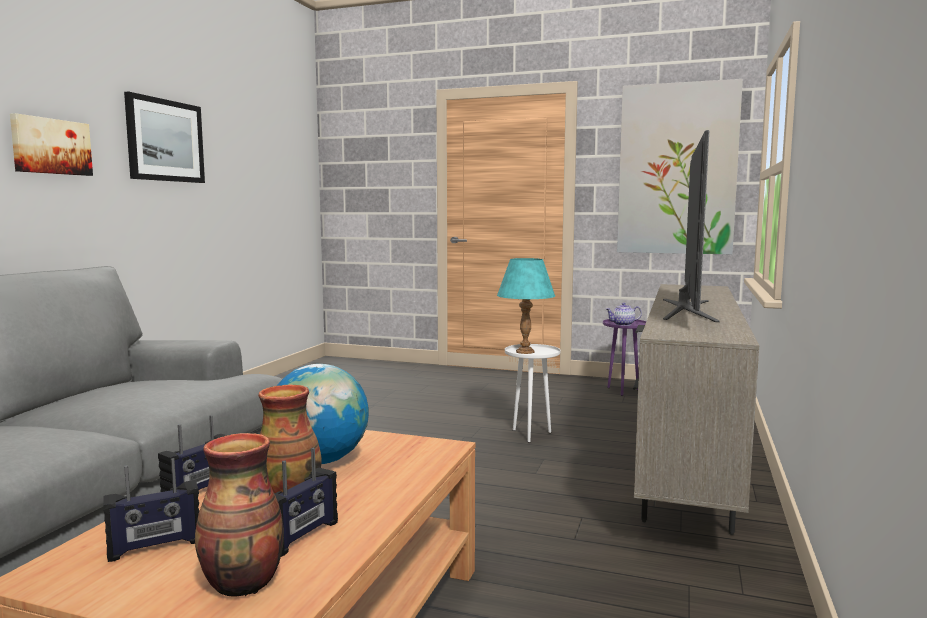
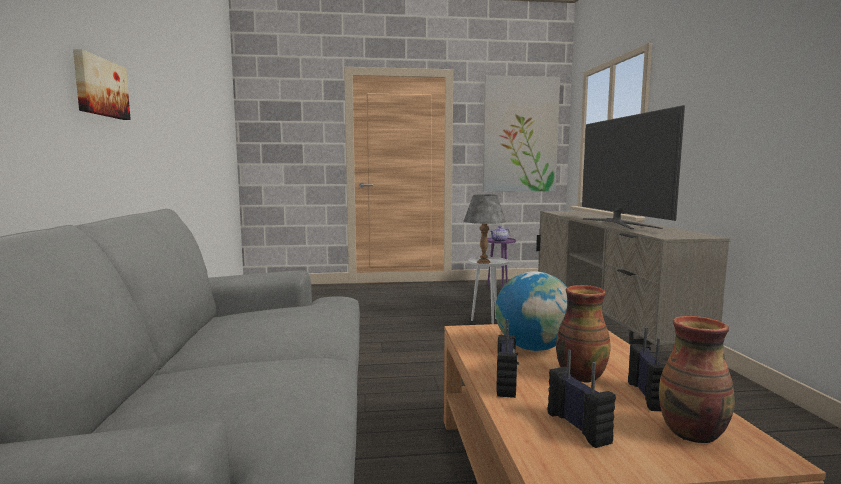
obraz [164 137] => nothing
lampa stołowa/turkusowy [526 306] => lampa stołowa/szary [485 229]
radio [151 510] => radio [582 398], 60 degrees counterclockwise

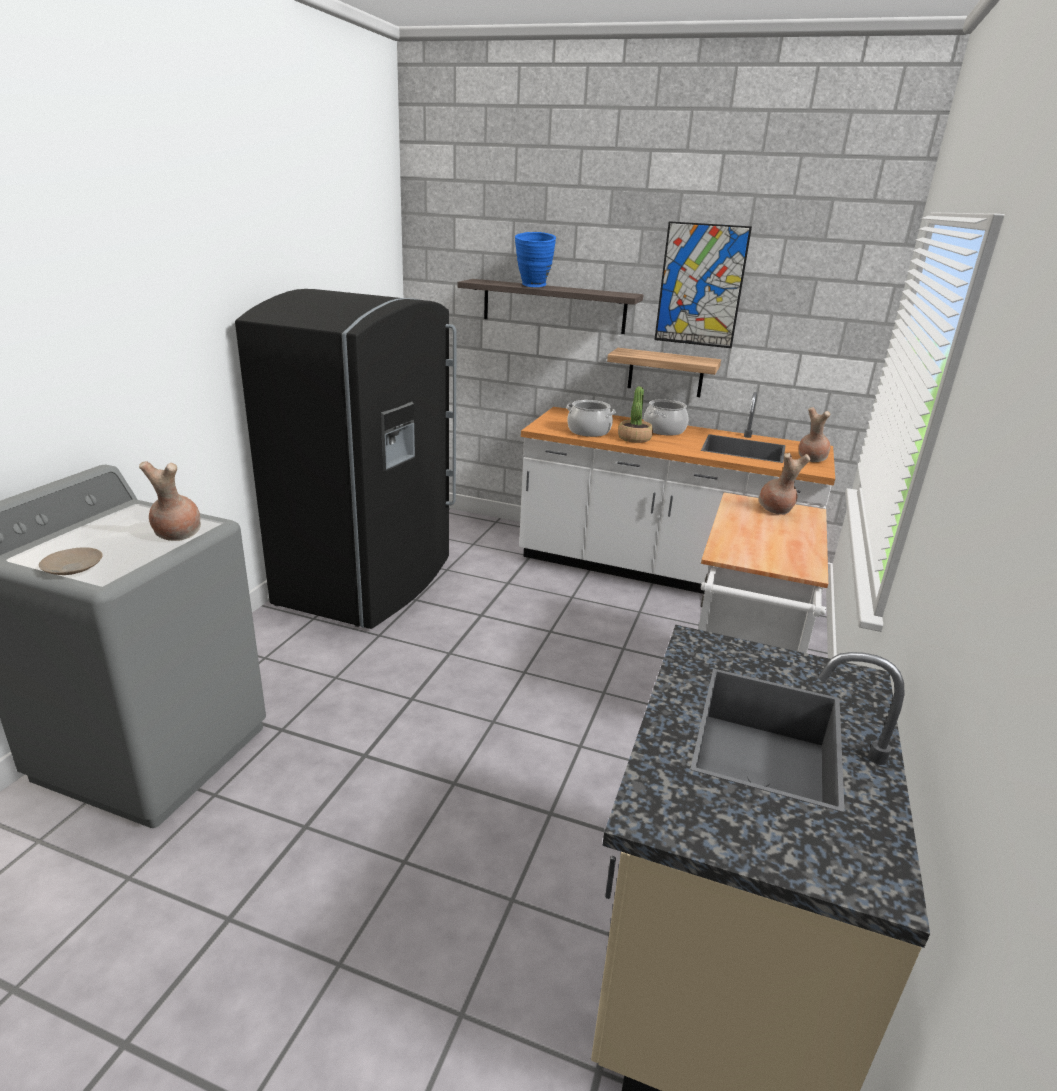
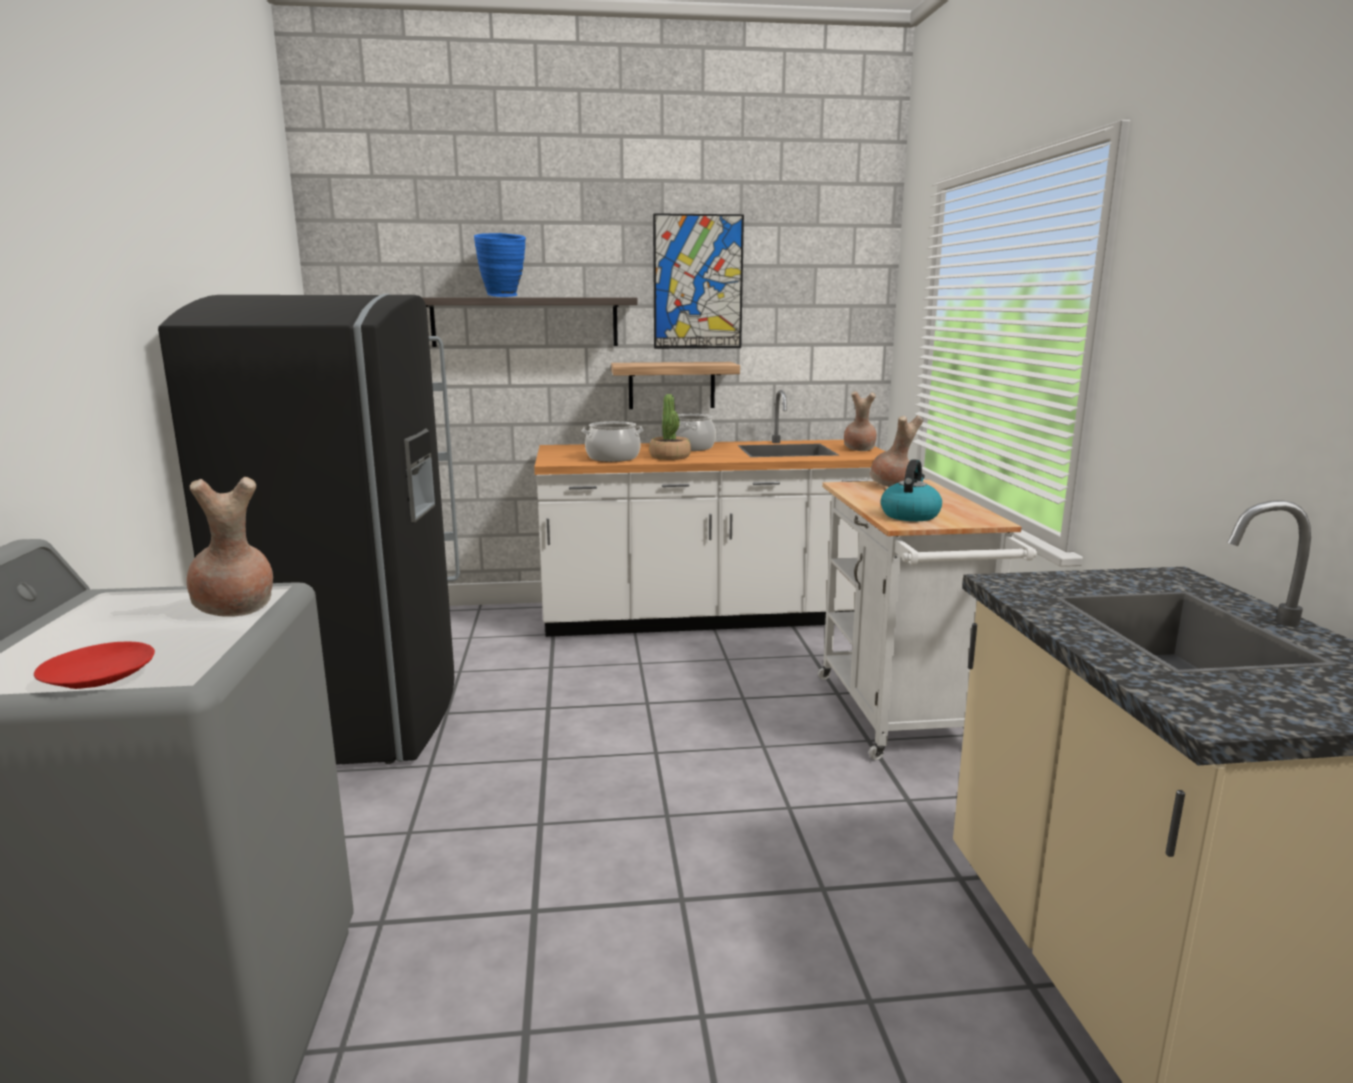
talerz/beżowy [71 561] => talerz/czerwony [94 665]
nothing => czajnik [911 490]

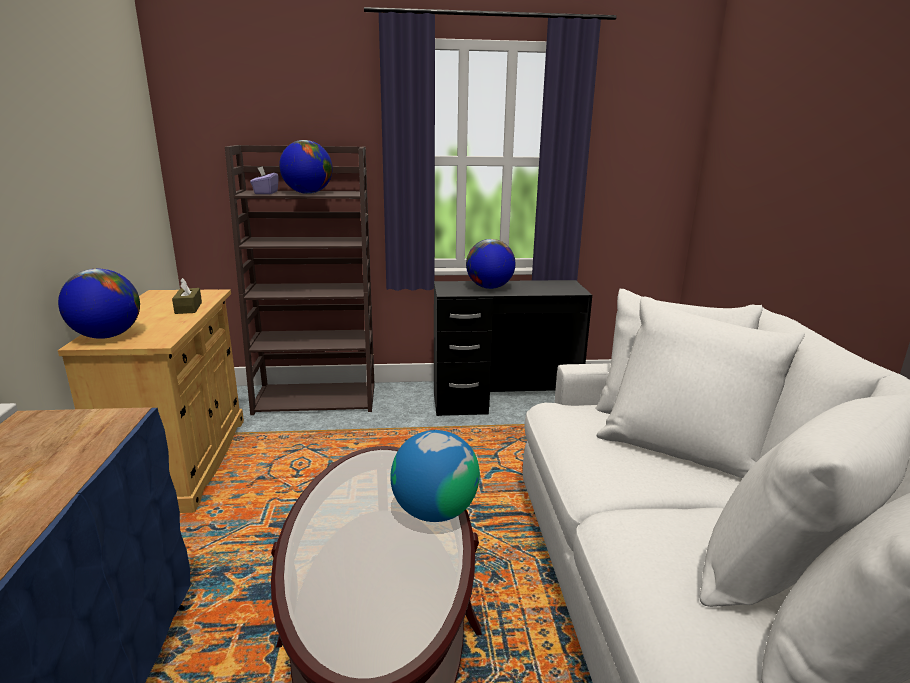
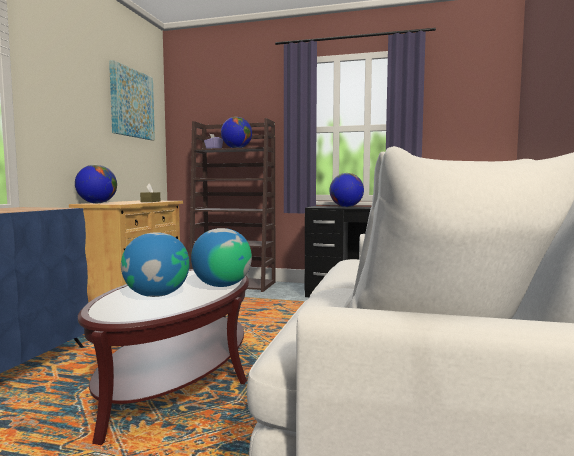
nothing => obraz [132 100]
nothing => globus [155 264]

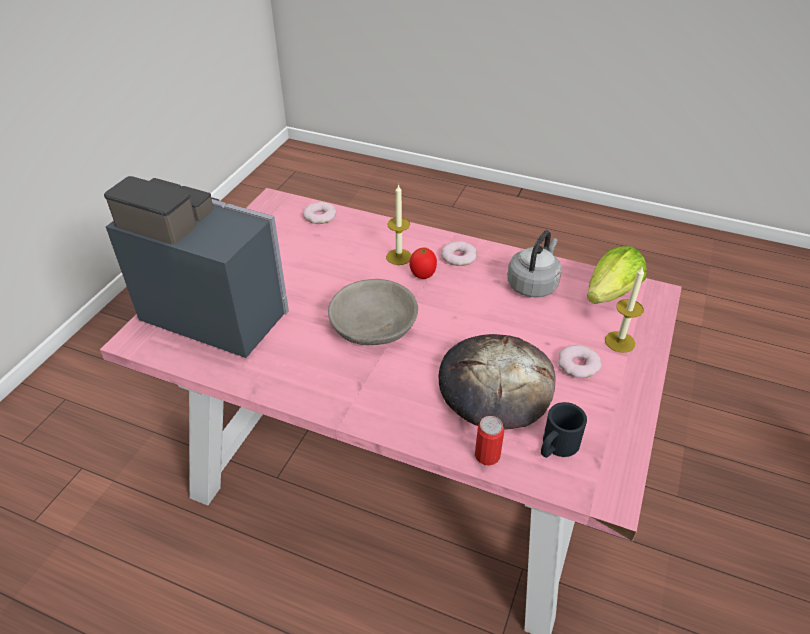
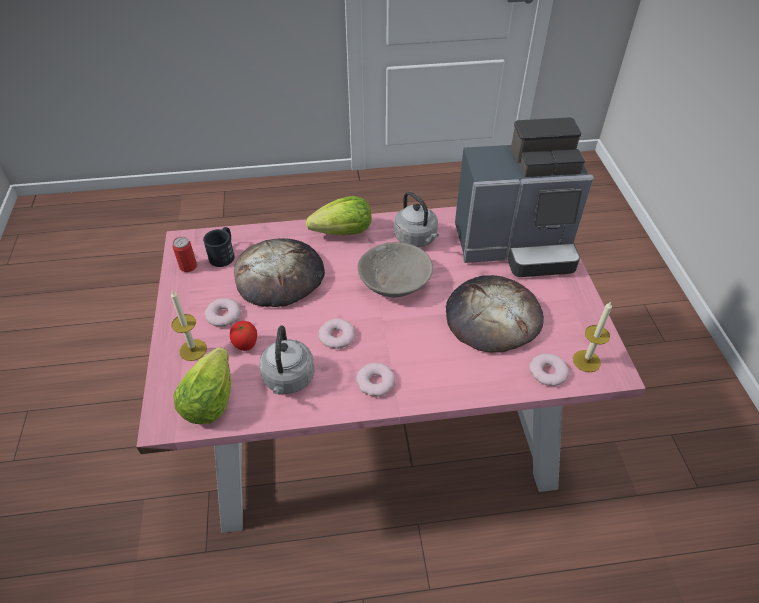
świeca [399 224] => świeca [592 337], moved
pomidor [423 263] => pomidor [243 336], moved
puszka [489 440] => puszka [184 254], moved
nothing => czajnik/szary [416 219]
nothing => sałata [339 215]
nothing => chleb [495 314]
nothing => donut [337 334]

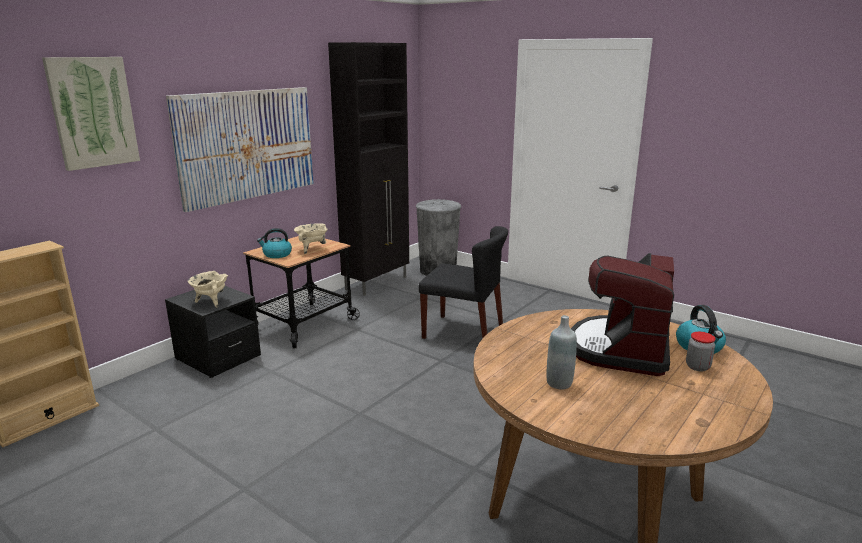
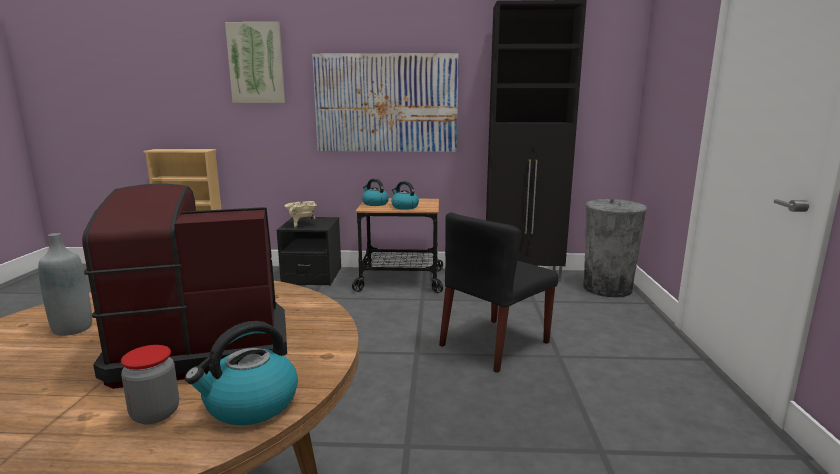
garnek/beżowy [311 238] => czajnik [405 195]
krzesło/czarny [463 282] => krzesło/czarny [498 292], 60 degrees clockwise

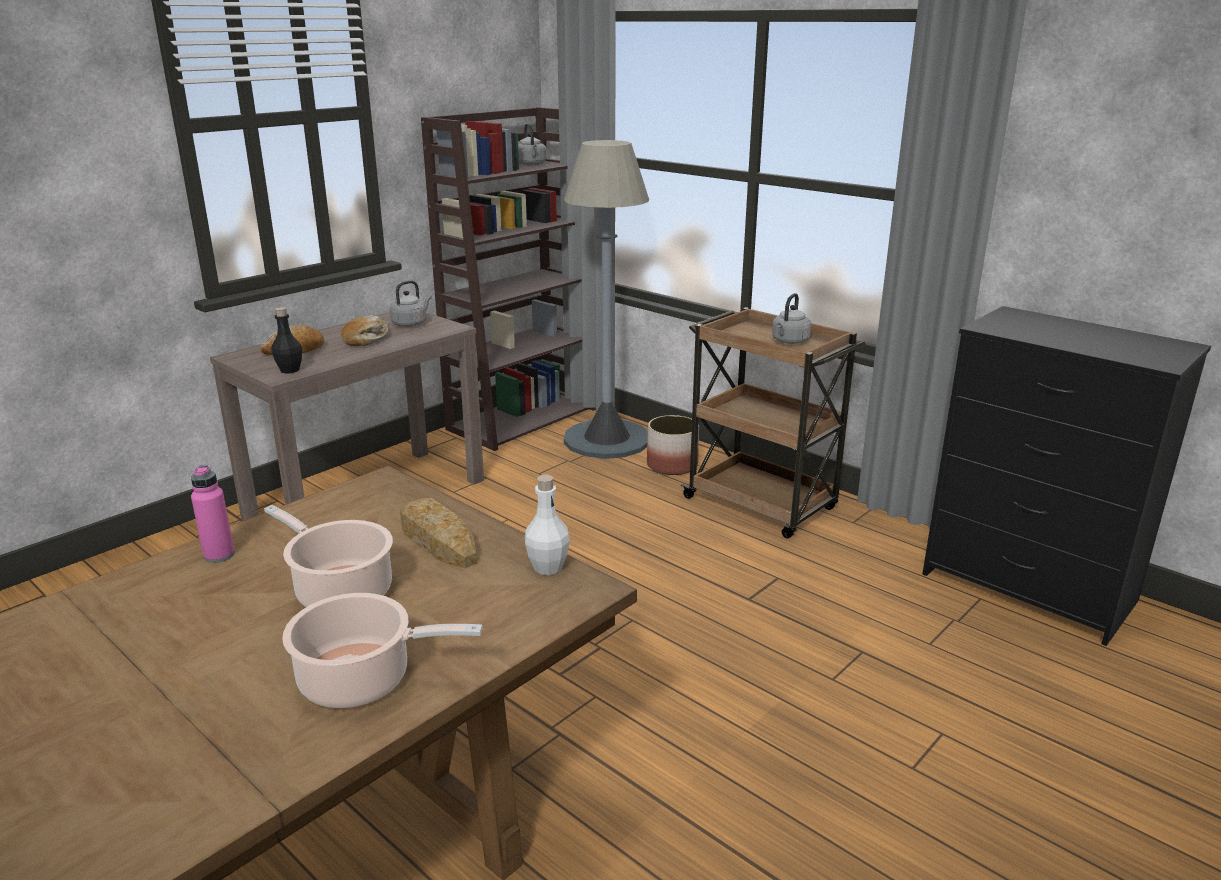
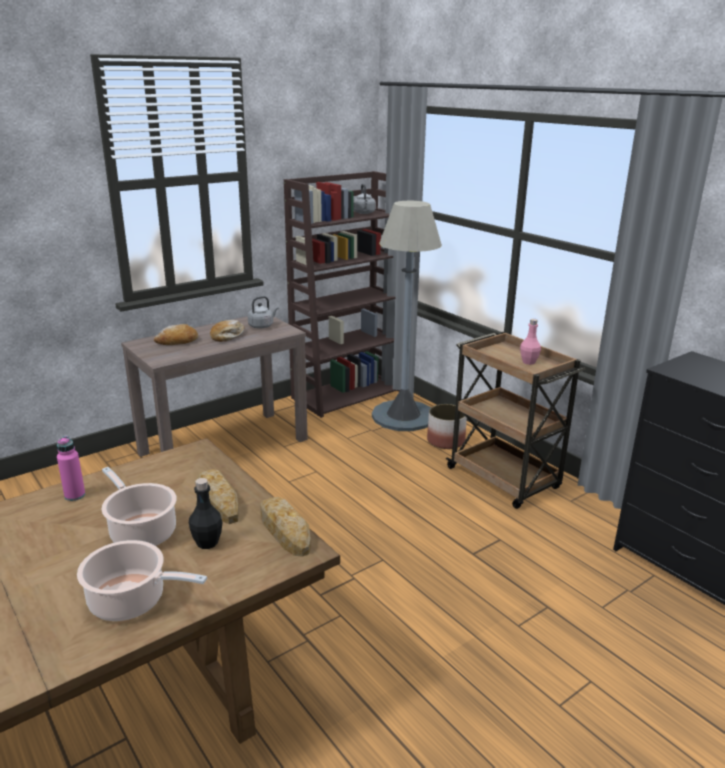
czajnik/szary [792 318] => butelka/różowy [530 342]
butelka/czarny [286 340] => butelka/czarny [205 513], moved
butelka/biały [547 525] => chleb [285 527]

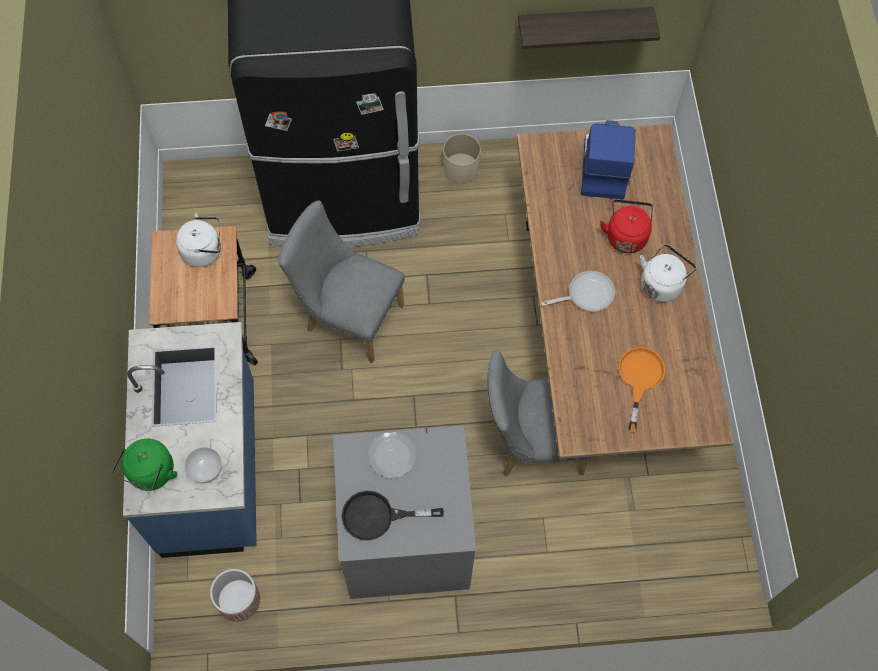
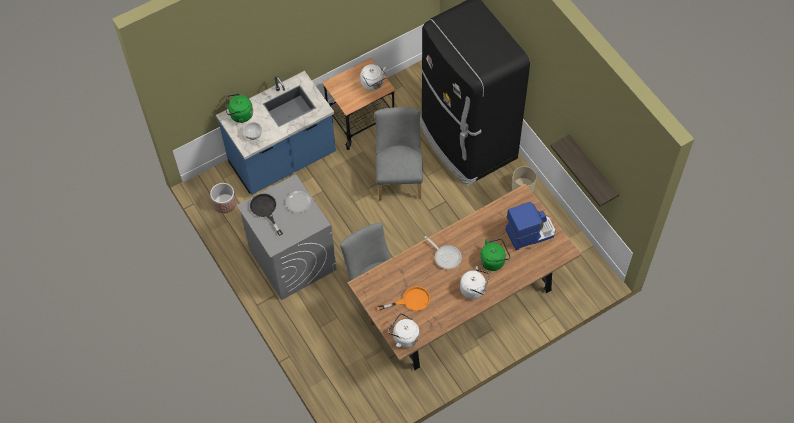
czajnik/czerwony [626 226] => czajnik/zielony [495 255]
nothing => czajnik/biały [403 330]

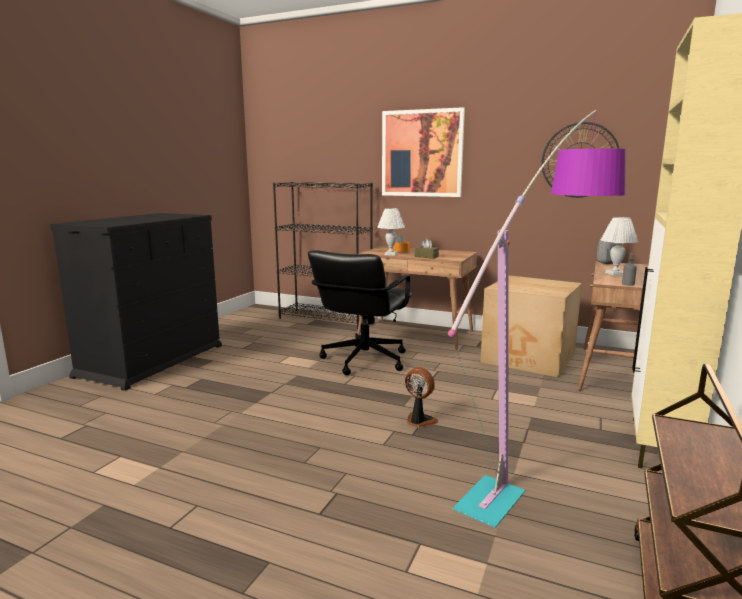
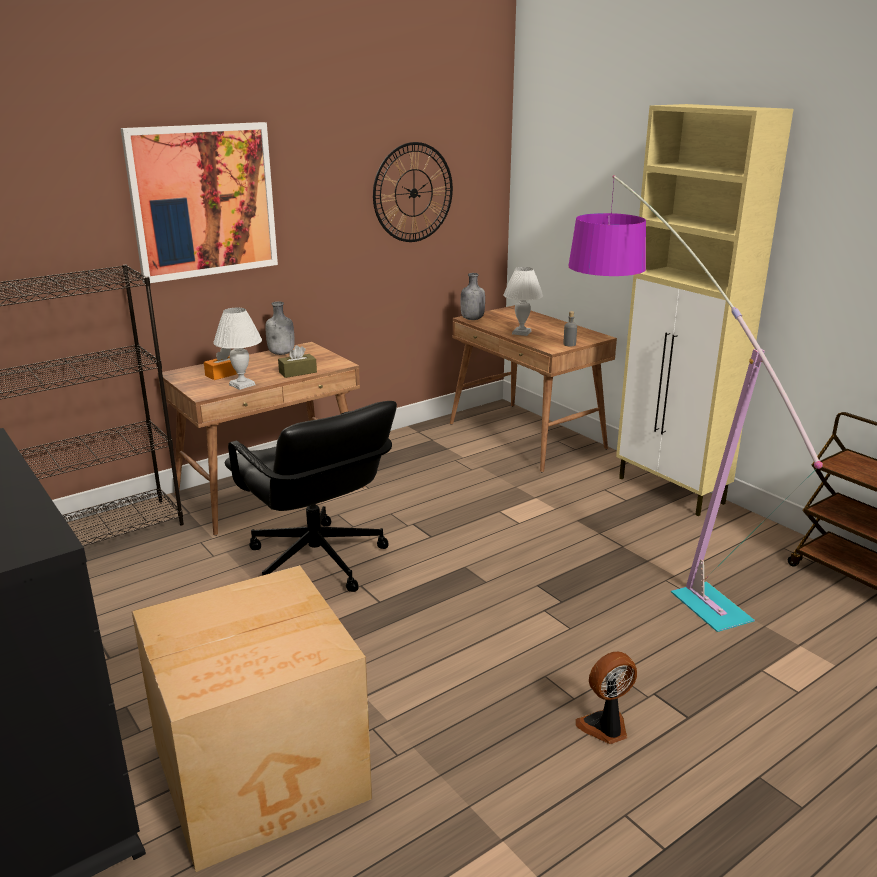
karton [531 326] => karton [252 718], moved
wentylator [421 397] => wentylator [606 698], moved
nothing => butelka/szary [279 328]

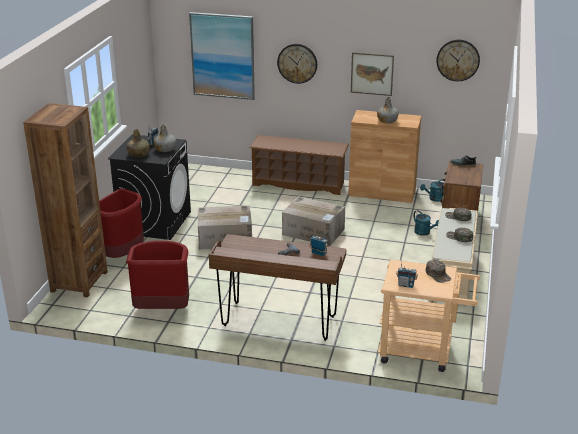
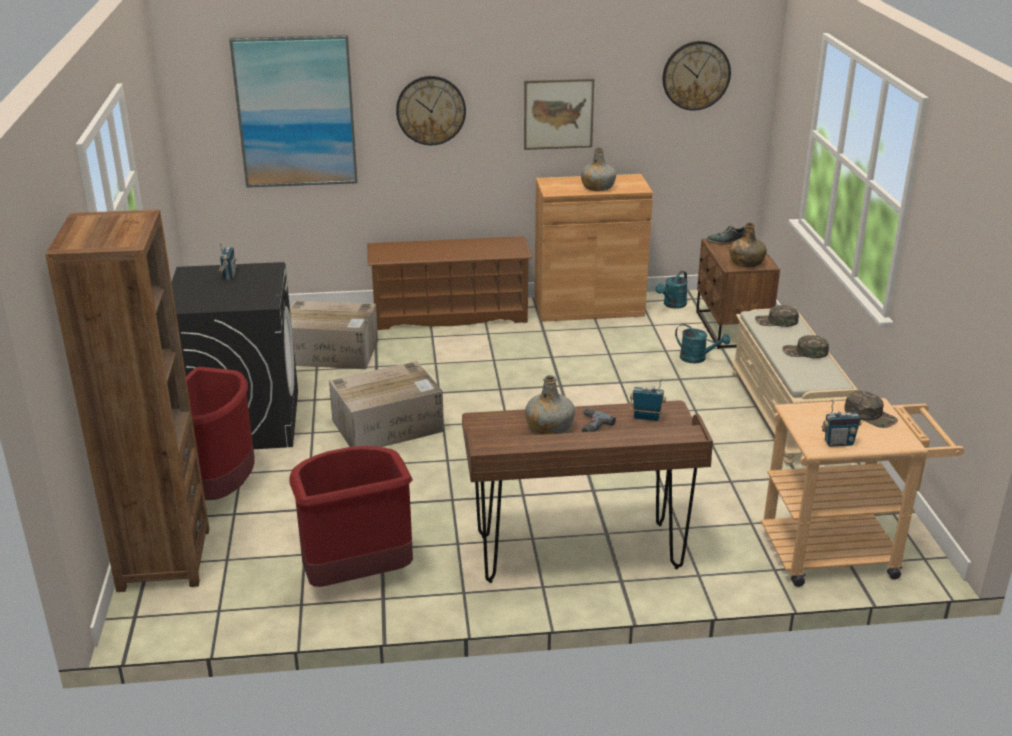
butelka/szary [164 138] => butelka/szary [550 405], moved
butelka/zielony [138 143] => butelka/zielony [748 245], moved
karton [313 221] => karton [334 334], moved

